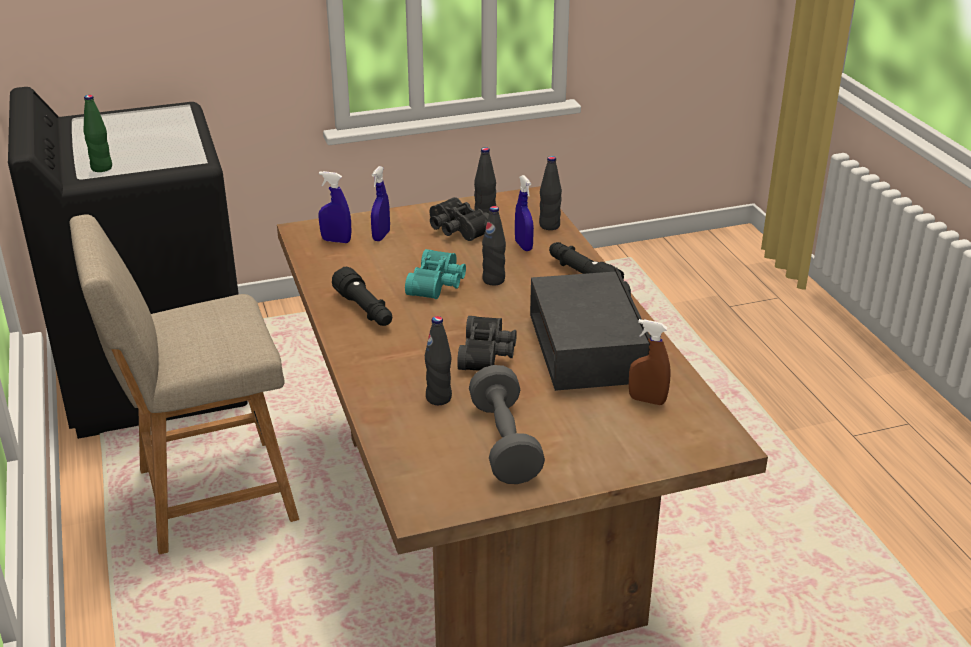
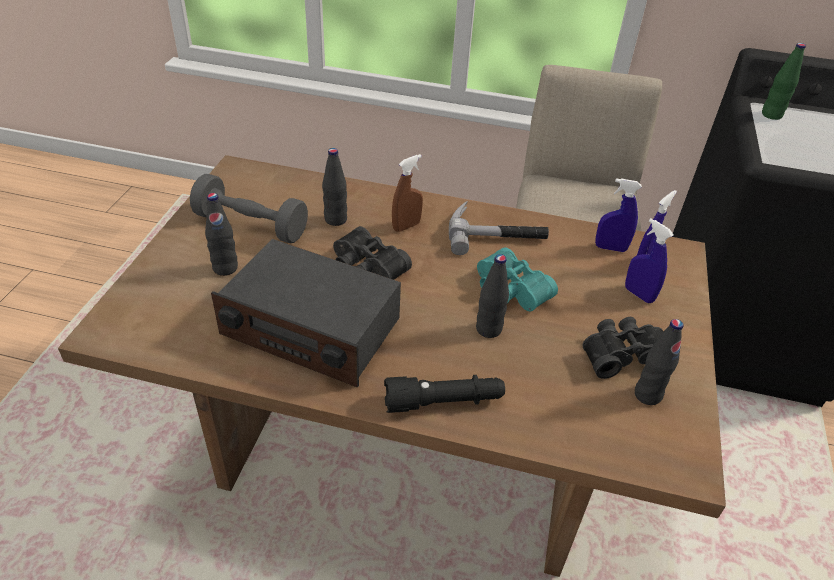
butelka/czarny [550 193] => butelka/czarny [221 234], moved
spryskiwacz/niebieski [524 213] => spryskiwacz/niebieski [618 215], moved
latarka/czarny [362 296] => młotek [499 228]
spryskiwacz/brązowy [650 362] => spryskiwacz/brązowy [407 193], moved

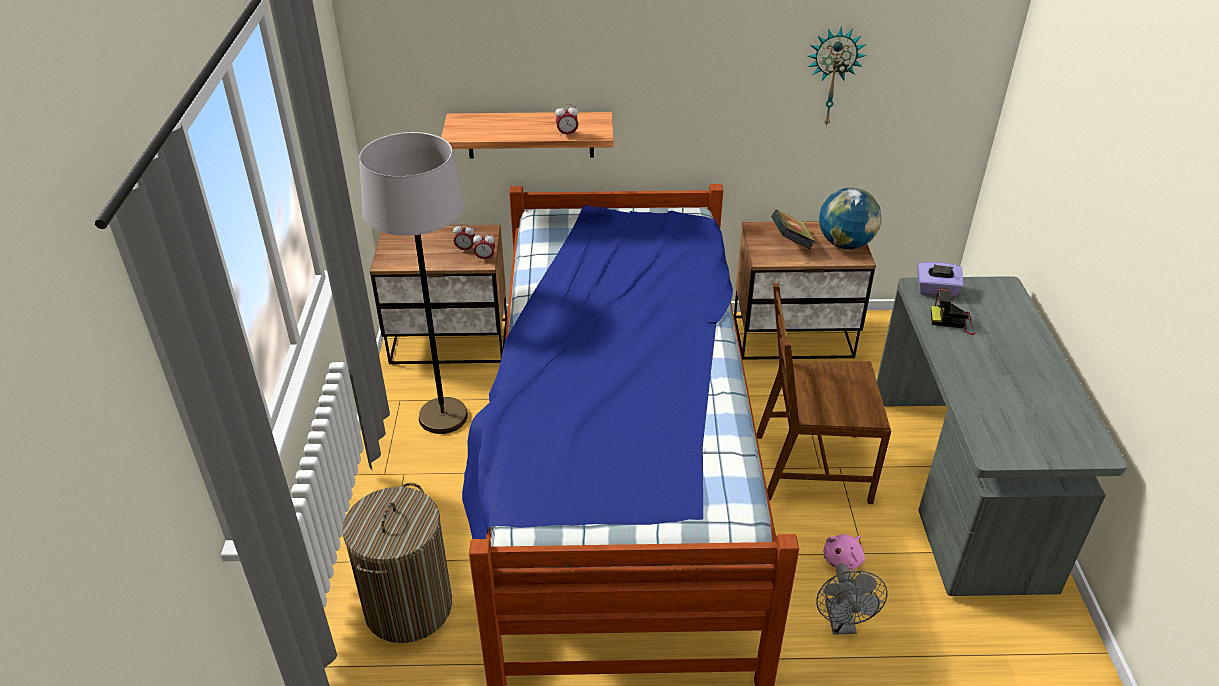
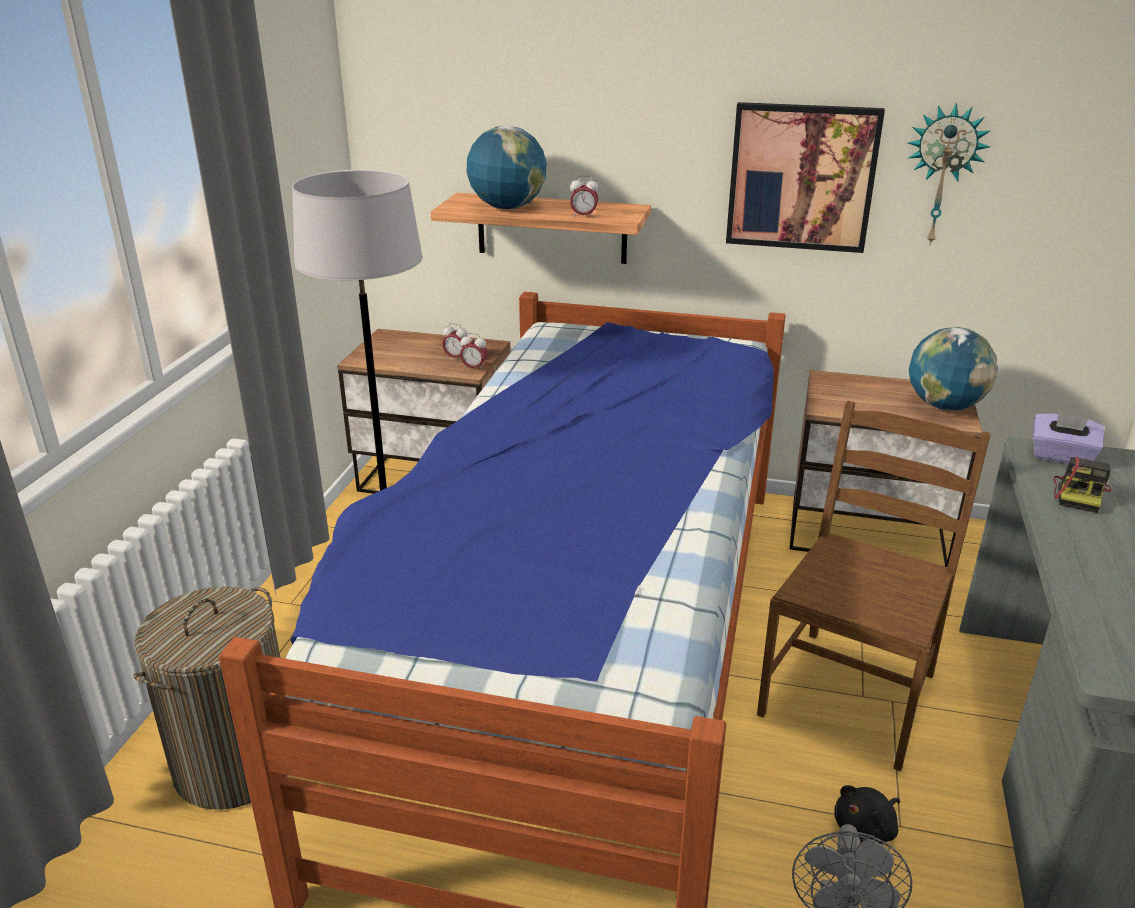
książka [793 229] => nothing
krzesło/brązowy [824 394] => krzesło/brązowy [874 586], 105 degrees clockwise
aparat fotograficzny [953 311] => aparat fotograficzny [1082 485], 90 degrees counterclockwise
pluszak/różowy [844 552] => pluszak/czarny [867 814]
nothing => obraz [805 177]
nothing => globus [506 167]

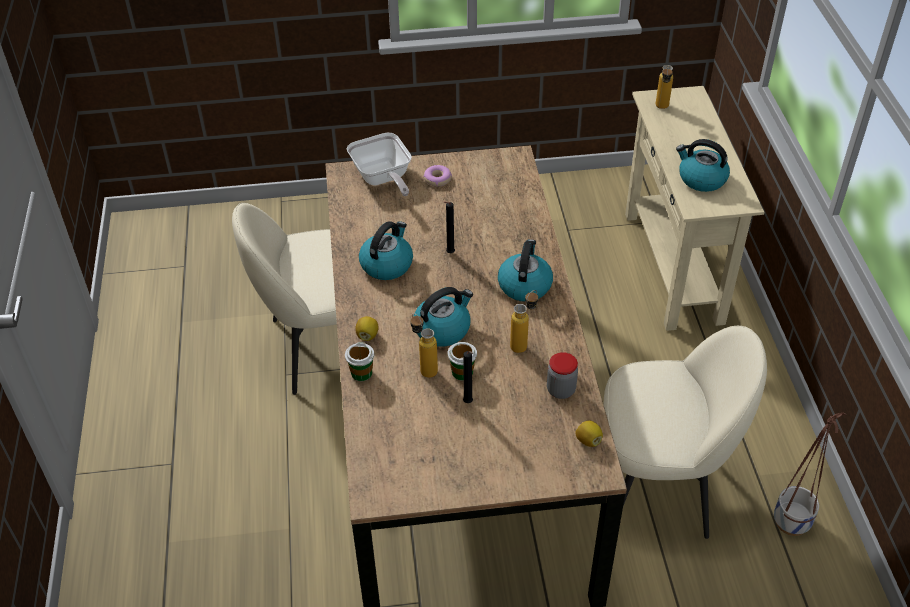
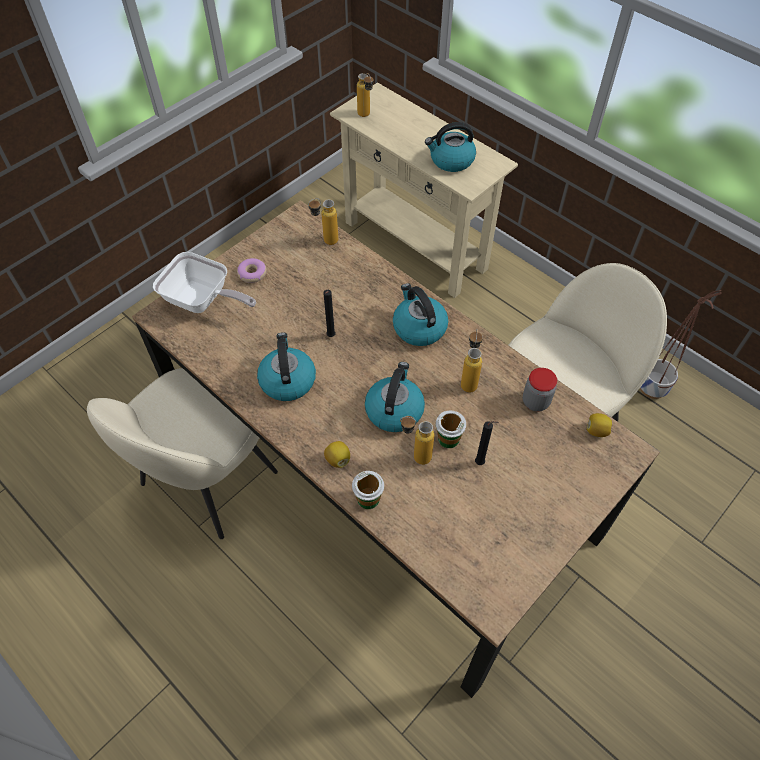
nothing => butelka [323 221]

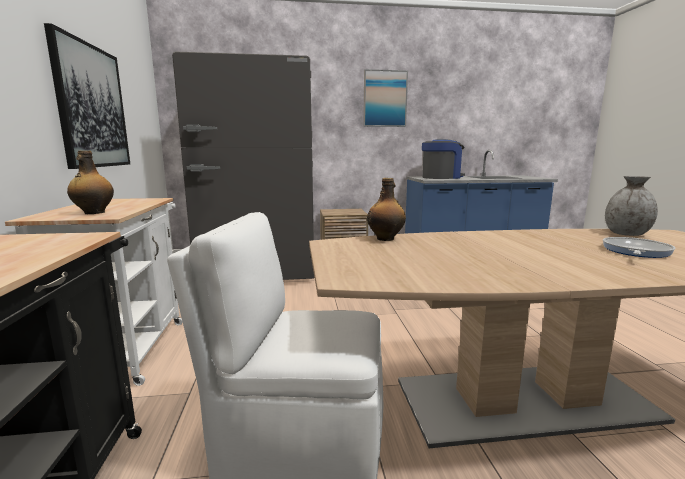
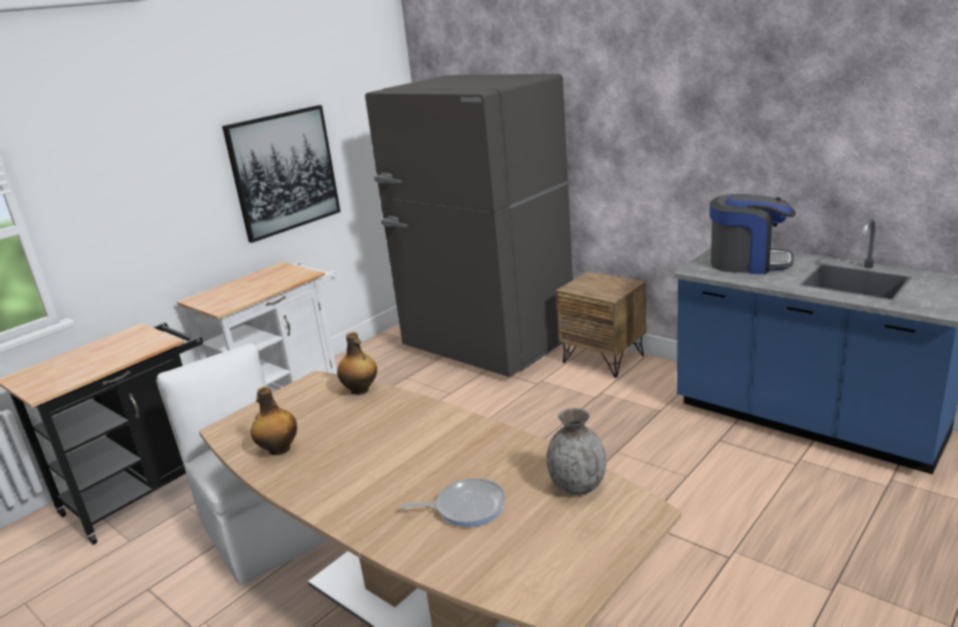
obraz [385 98] => nothing
butelka [90 182] => butelka [274 421], moved

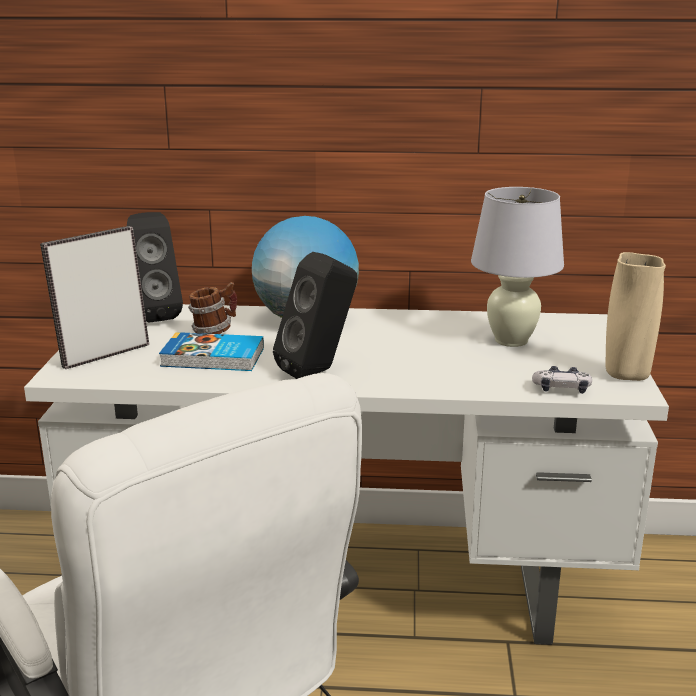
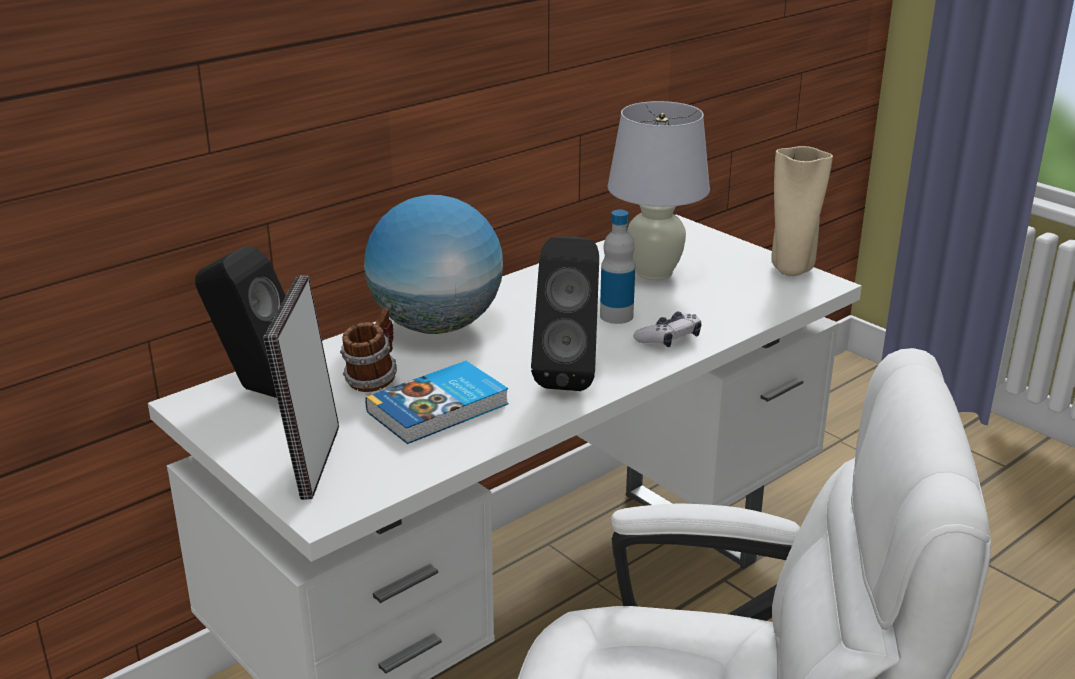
pad do gier [562 380] => pad do gier [667 329], moved
nothing => butelka [617 267]

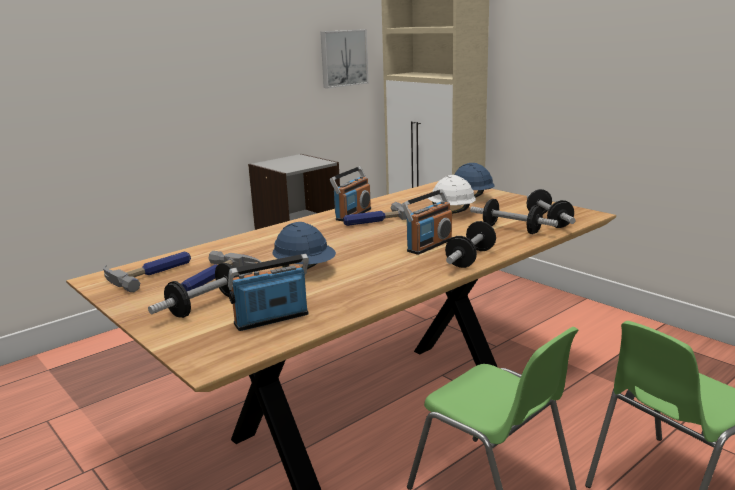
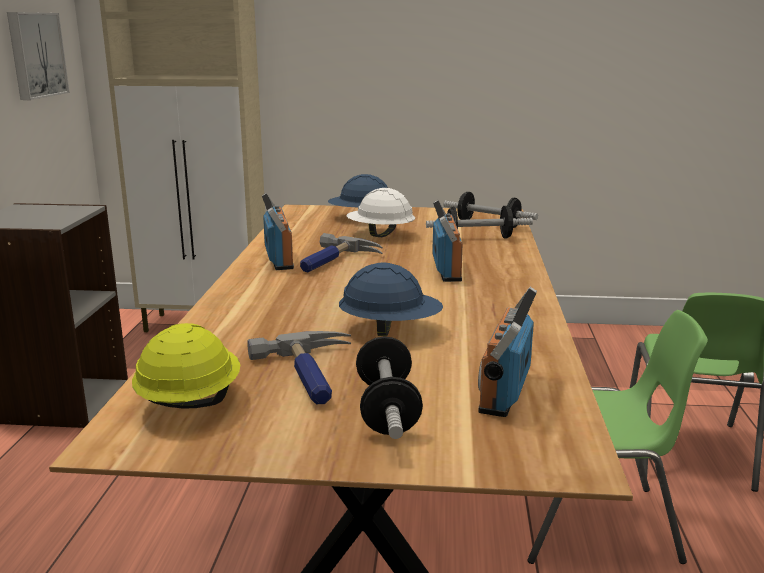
hantel [470 244] => nothing
młotek [147 272] => kask/żółty [186 366]

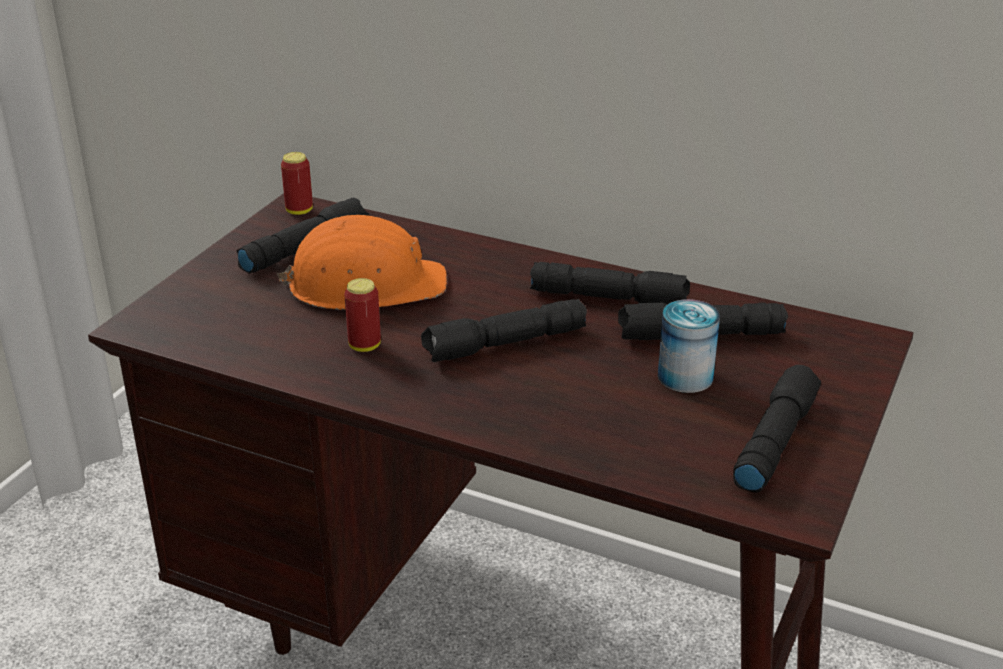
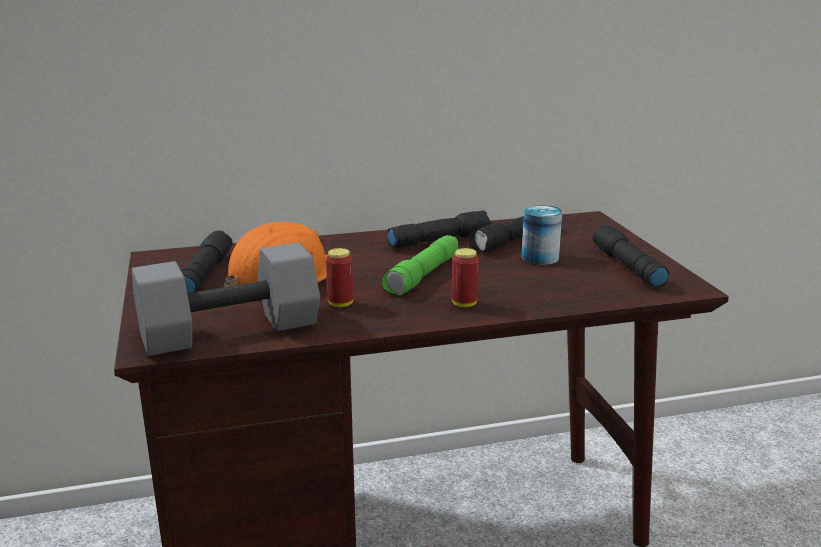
puszka [297 183] => puszka [465 277], moved
latarka/czarny [504 330] => latarka/zielony [419 265]
nothing => hantel/szary [226 299]

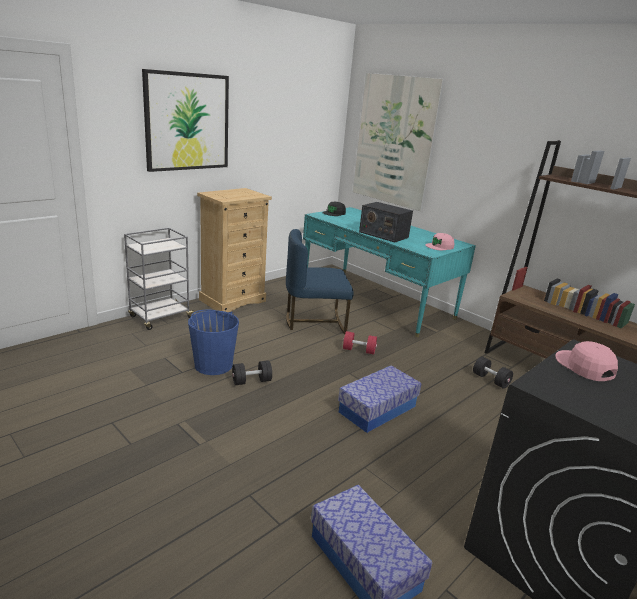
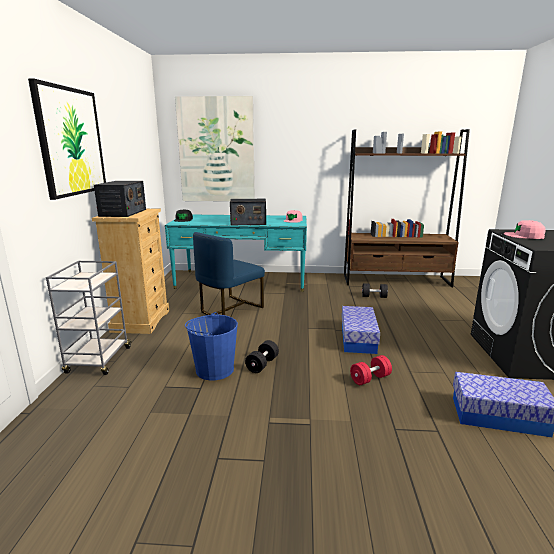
hantel/czerwony [360 343] => hantel/czerwony [371 370], moved
nothing => radio [120 199]

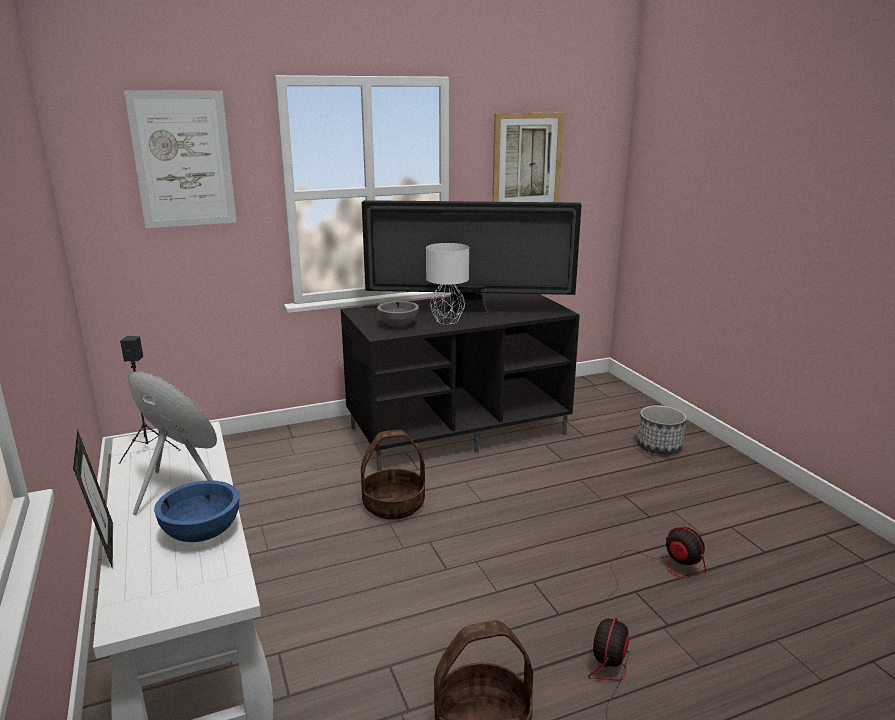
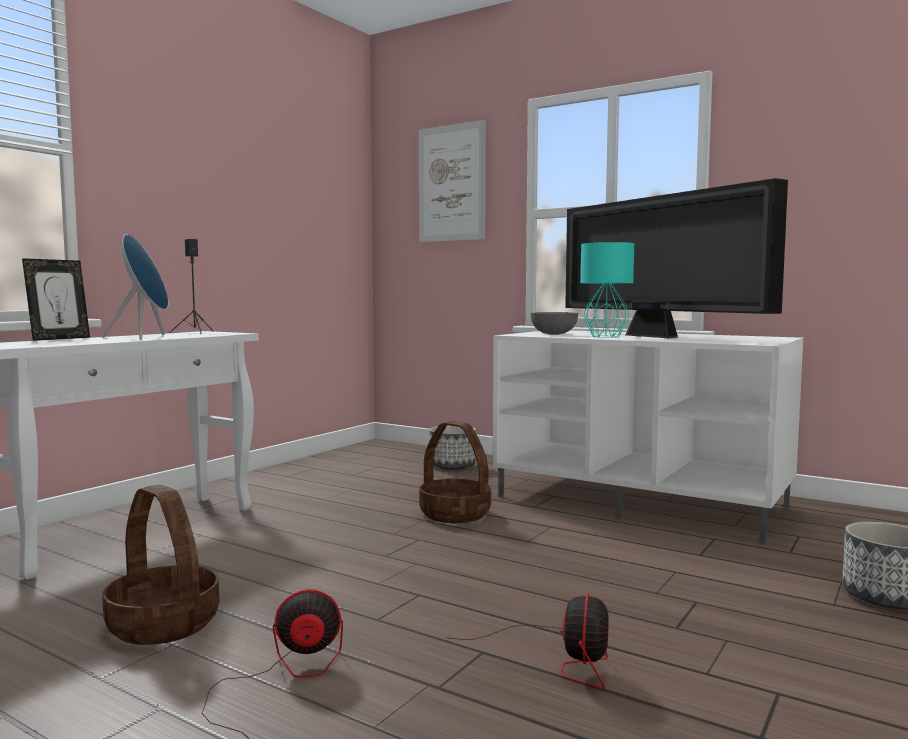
obraz [528 157] => nothing
lampa stołowa/biały [447 283] => lampa stołowa/turkusowy [607 290]
szafka pod telewizor/czarny [460 382] => szafka pod telewizor/biały [648 436]
miska/niebieski [196 511] => nothing
nothing => donica [453 447]

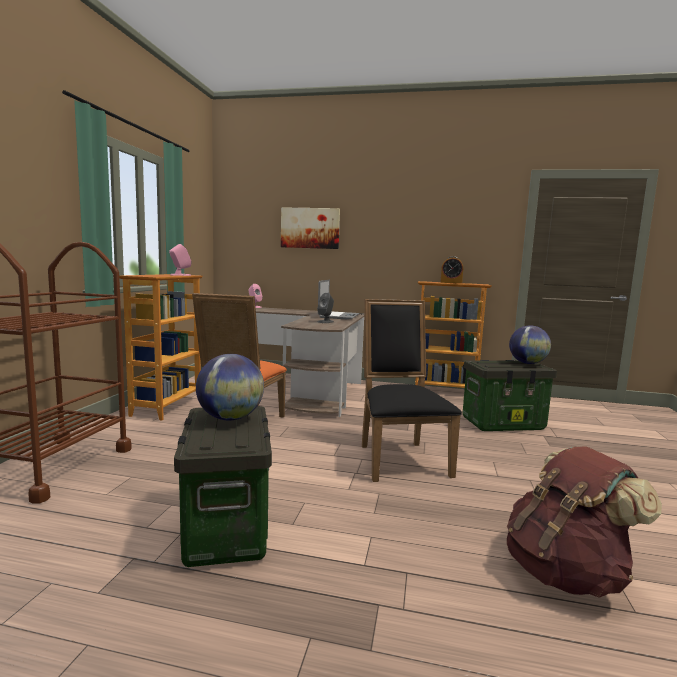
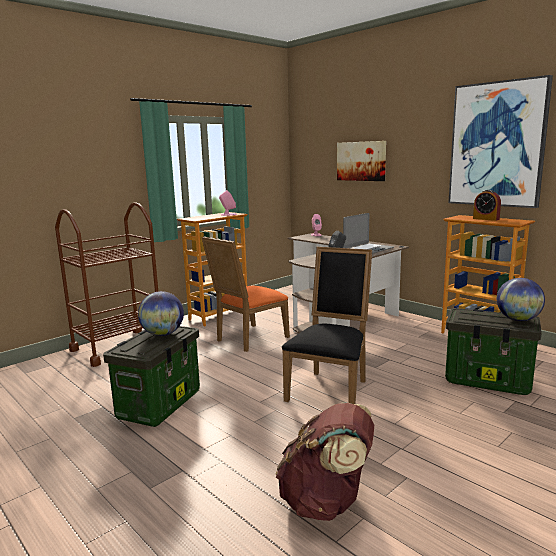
nothing => obraz [500 141]

